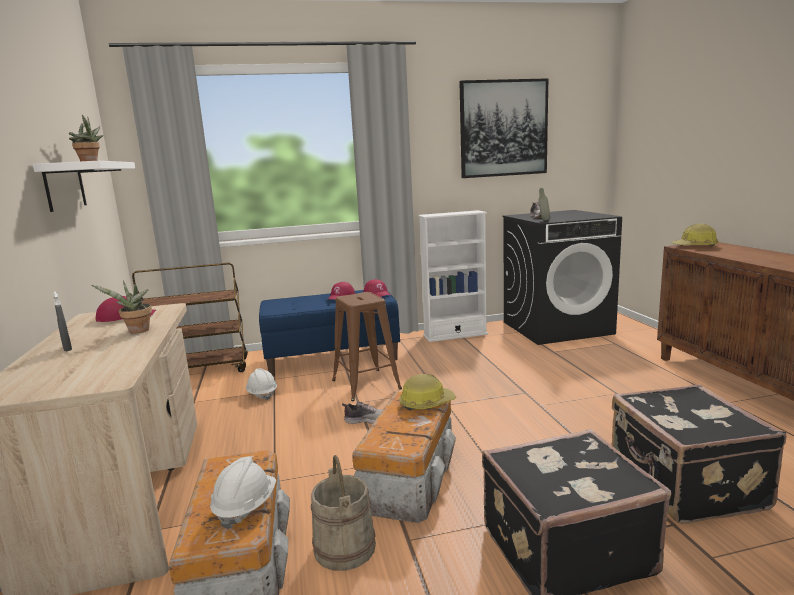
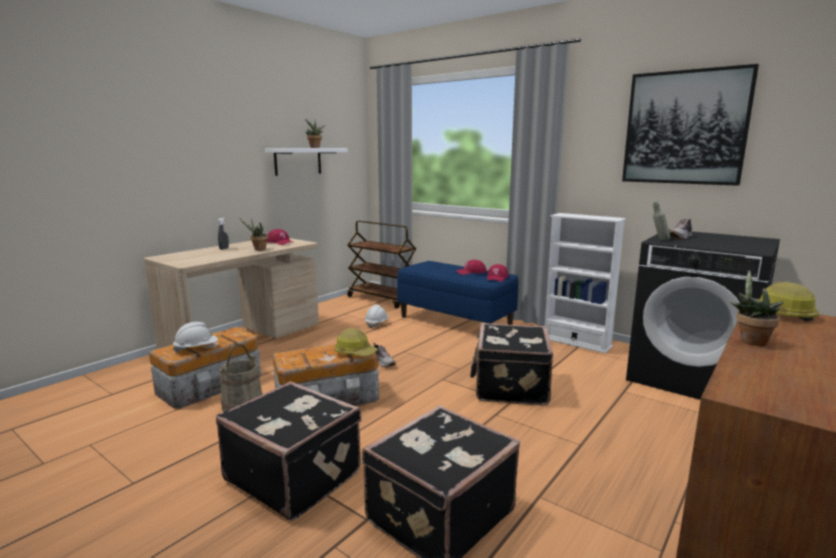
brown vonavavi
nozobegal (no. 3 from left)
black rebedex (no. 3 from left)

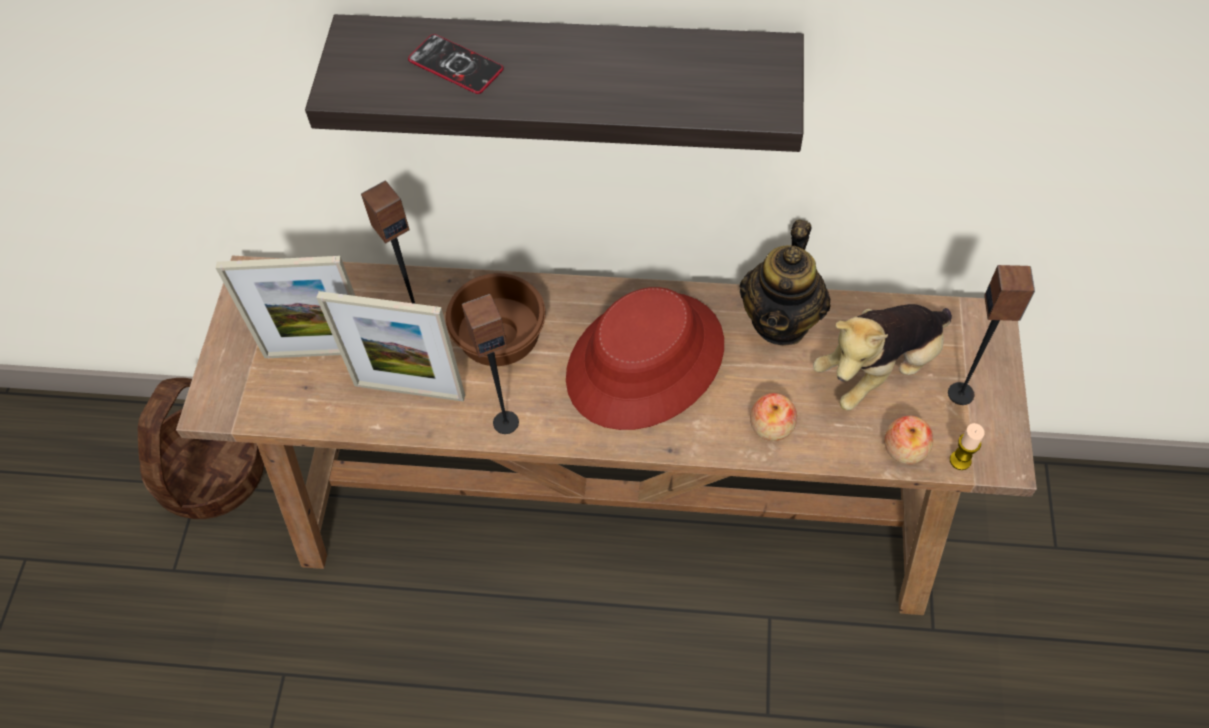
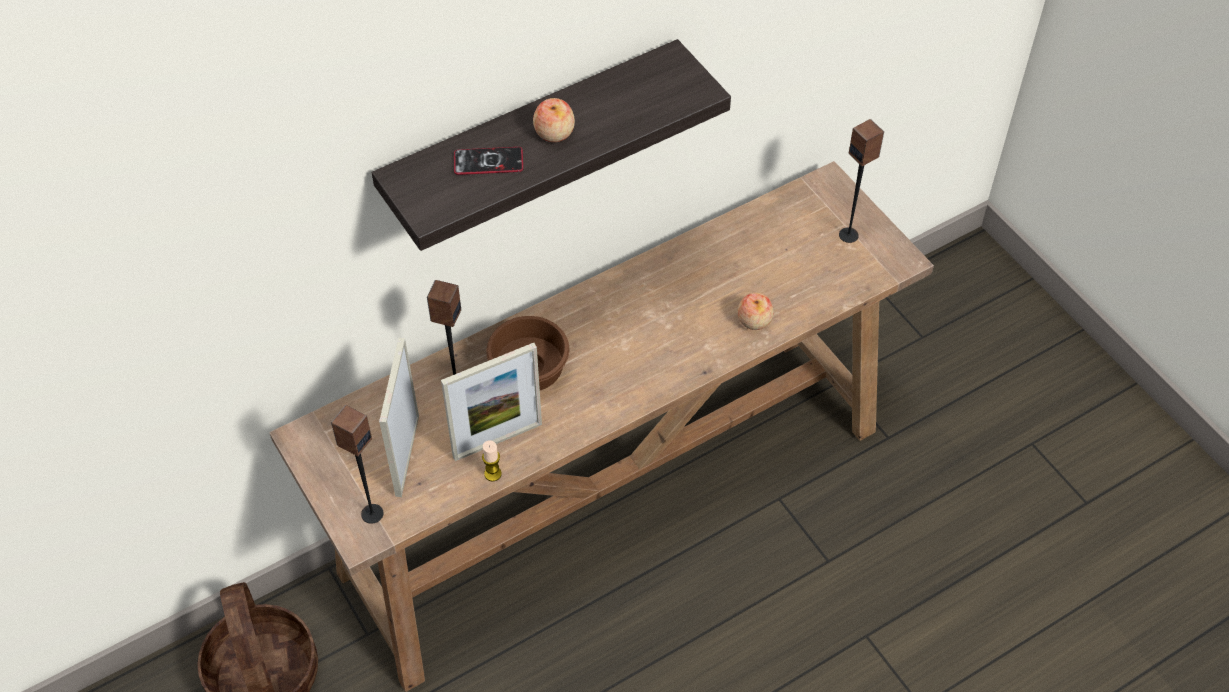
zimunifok
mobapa (no. 1 from left)
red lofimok
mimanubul (no. 1 from left)
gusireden
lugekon (no. 1 from left)
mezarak

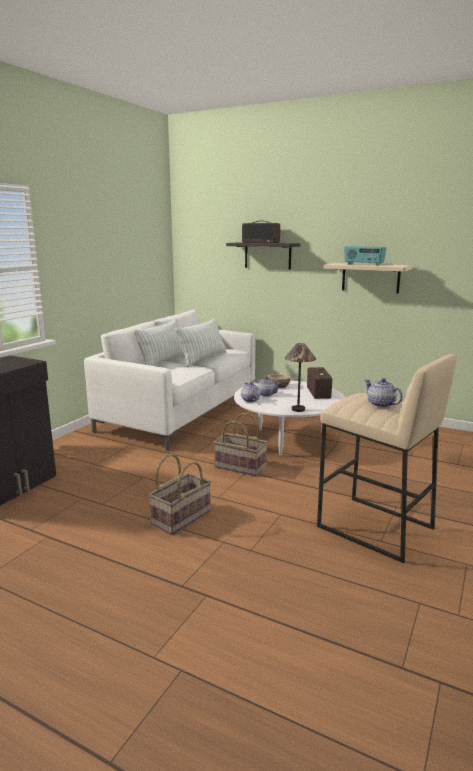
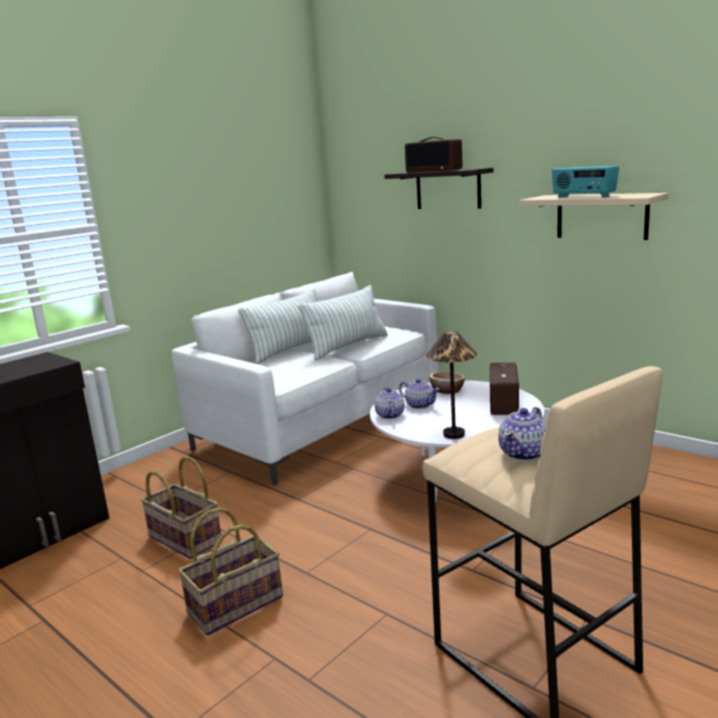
zimunifok (no. 3 from left)
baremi (no. 1 from left)

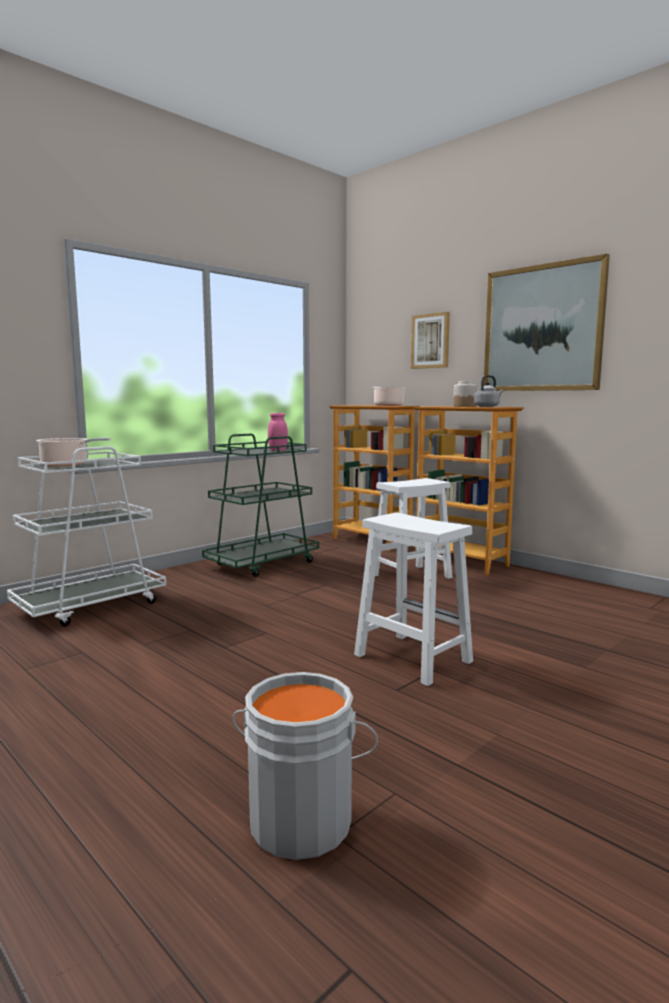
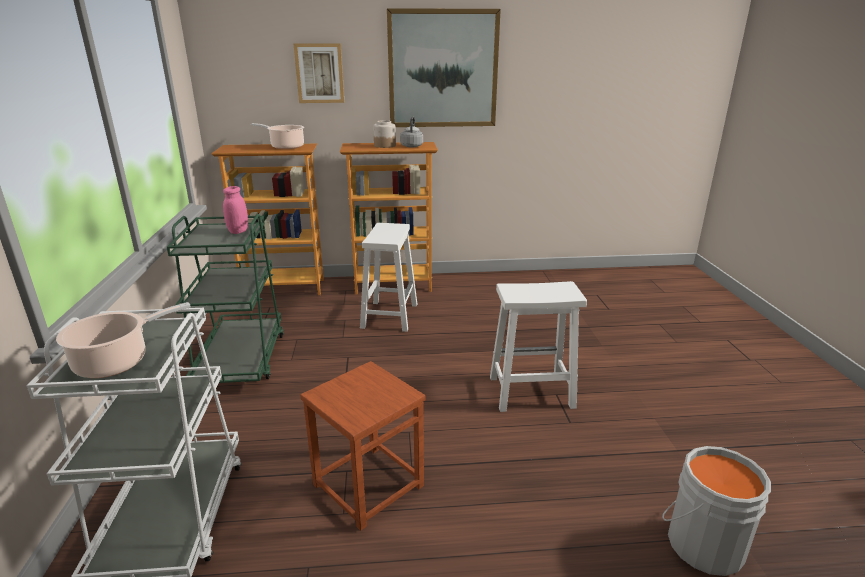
brown vonavavi

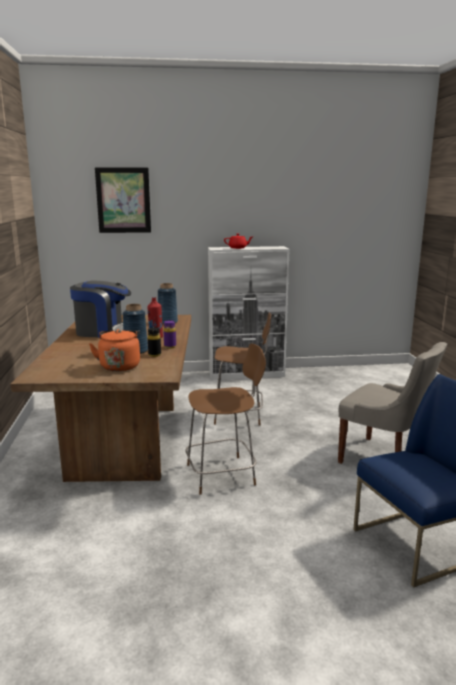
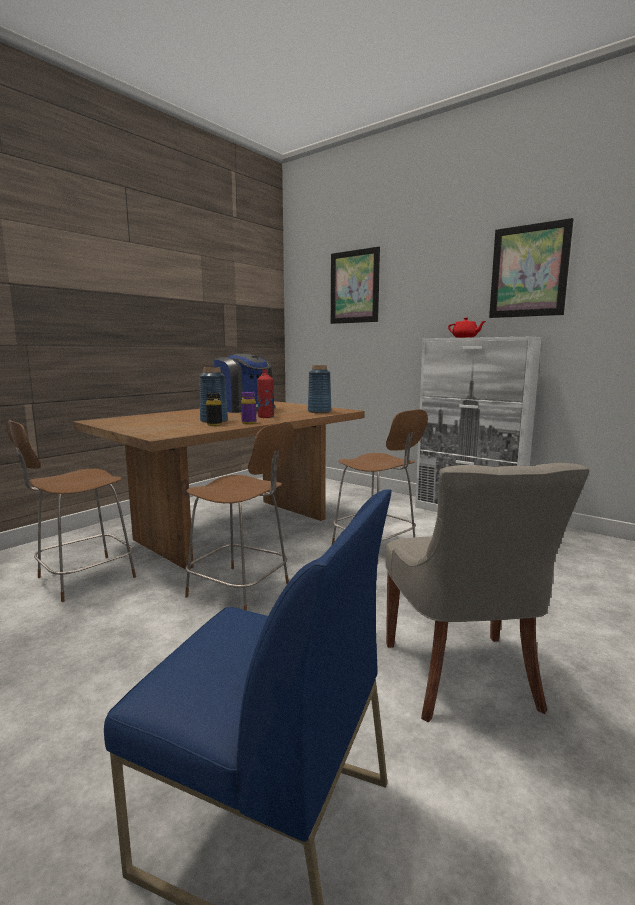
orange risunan
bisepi (no. 2 from left)
brown vonavavi (no. 1 from left)

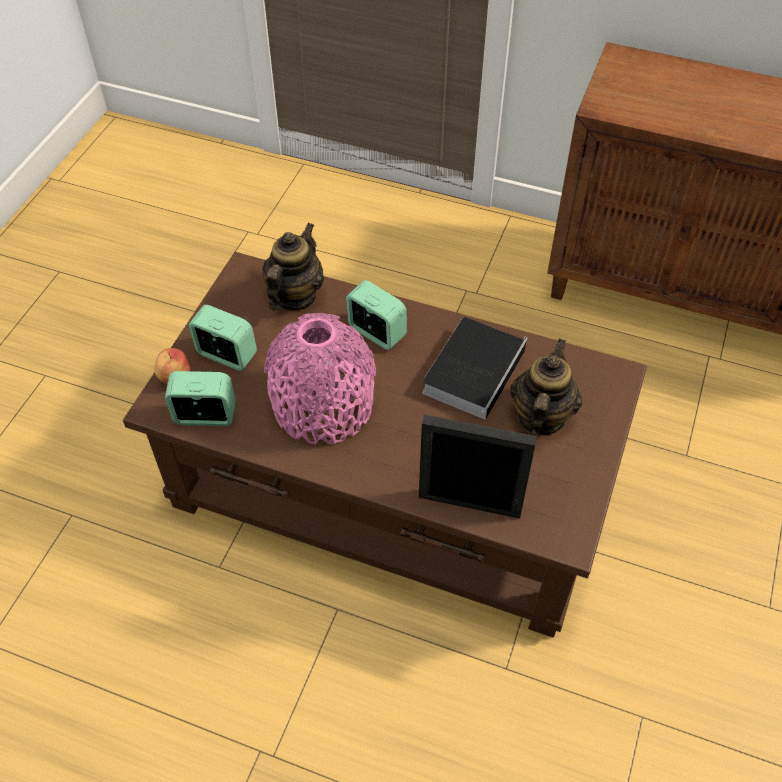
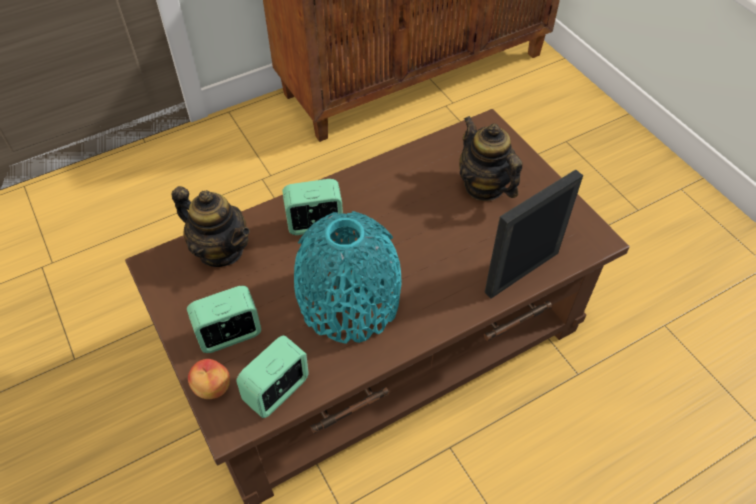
zimunifok (no. 1 from left)
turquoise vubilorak
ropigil

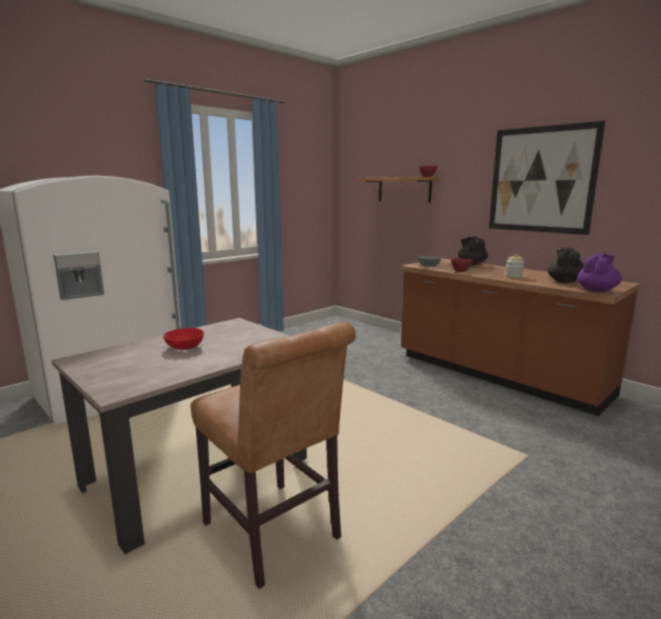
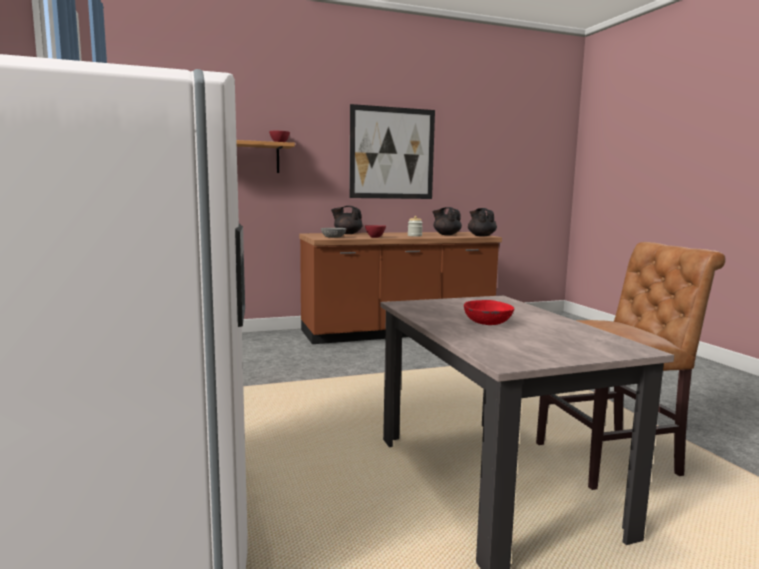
black zimunifok (no. 3 from left)

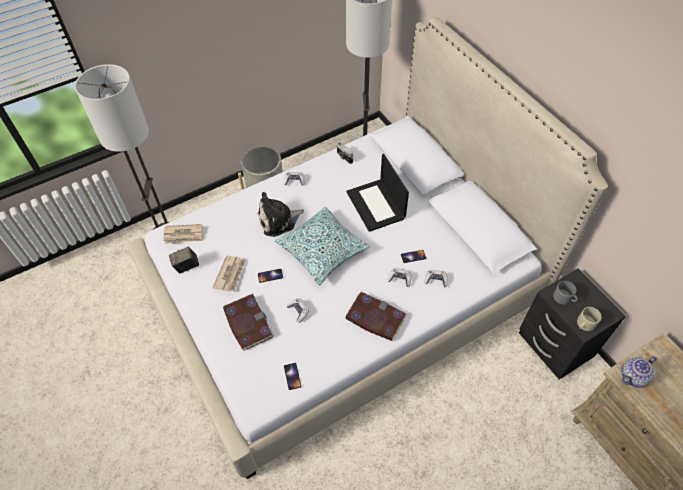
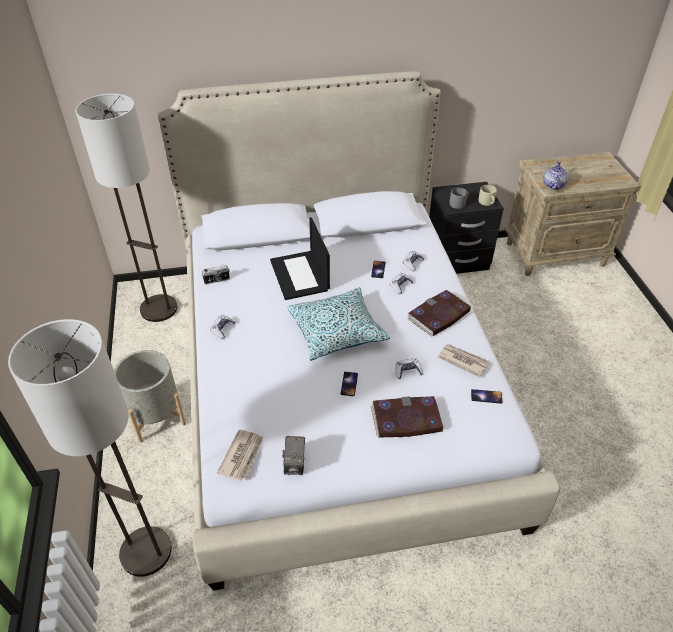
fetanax
gusireden
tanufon (no. 2 from left)
zimunifok

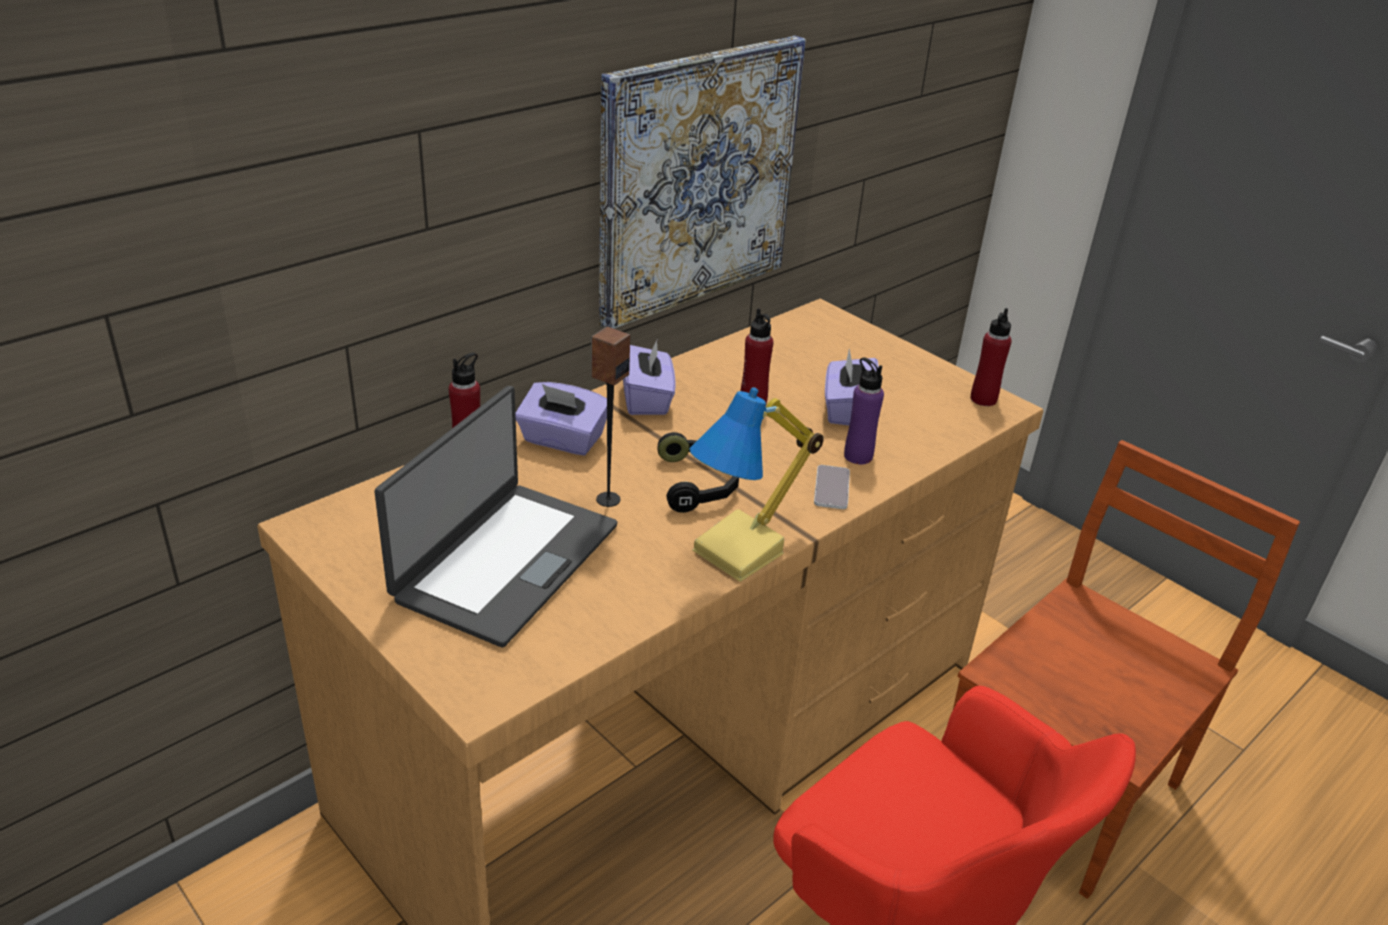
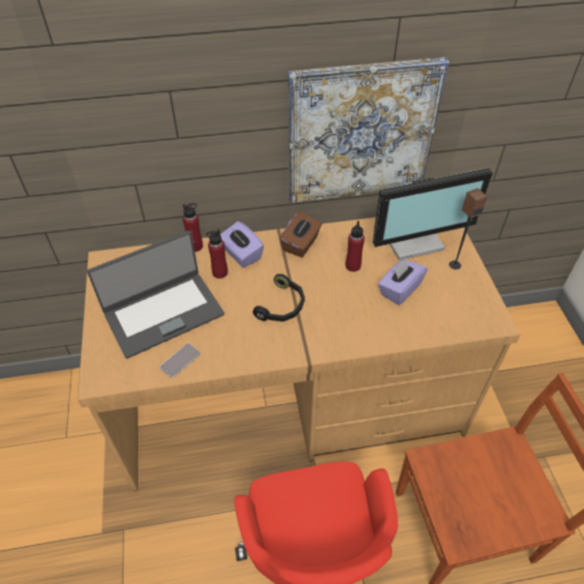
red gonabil (no. 2 from left)
mimanubul
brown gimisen
purple gonabil
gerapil
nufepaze
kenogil

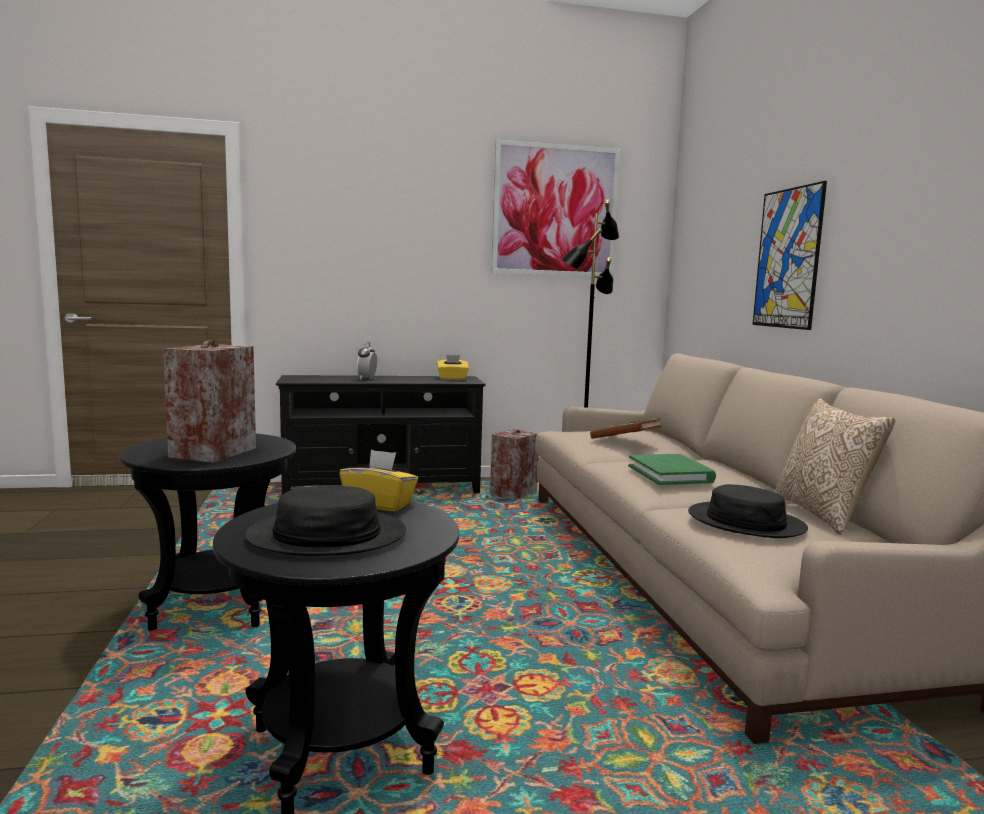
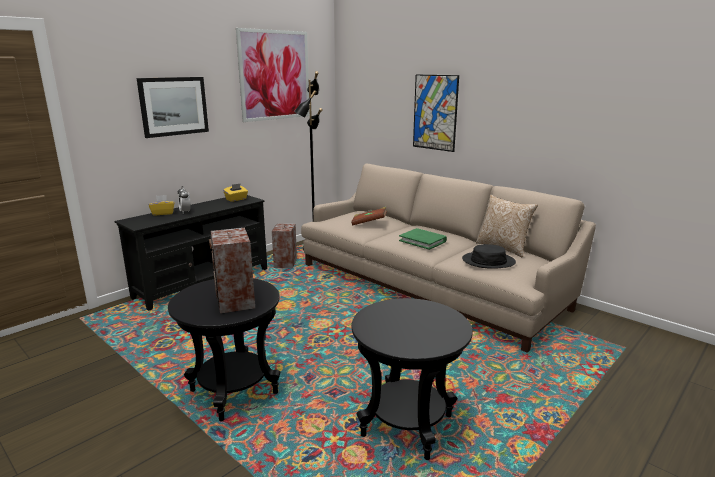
yellow gimisen (no. 1 from left)
black lofimok (no. 1 from left in the first image)
bisepi (no. 1 from left)

